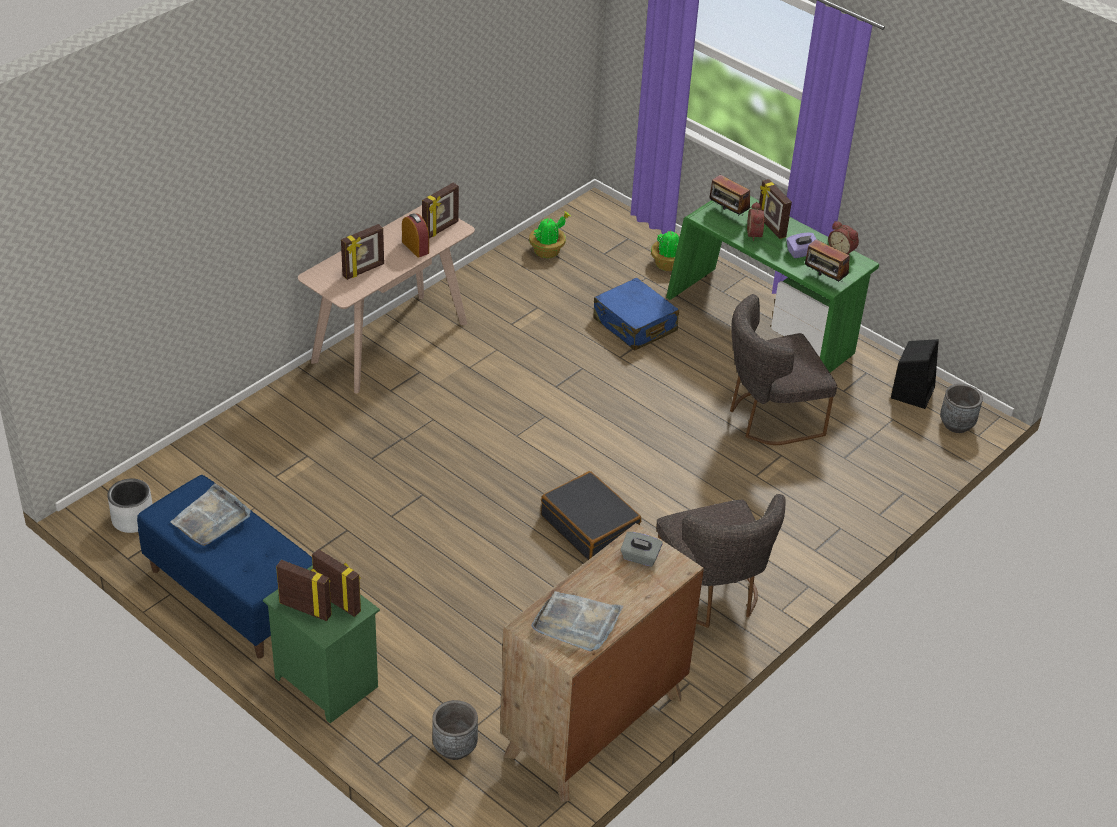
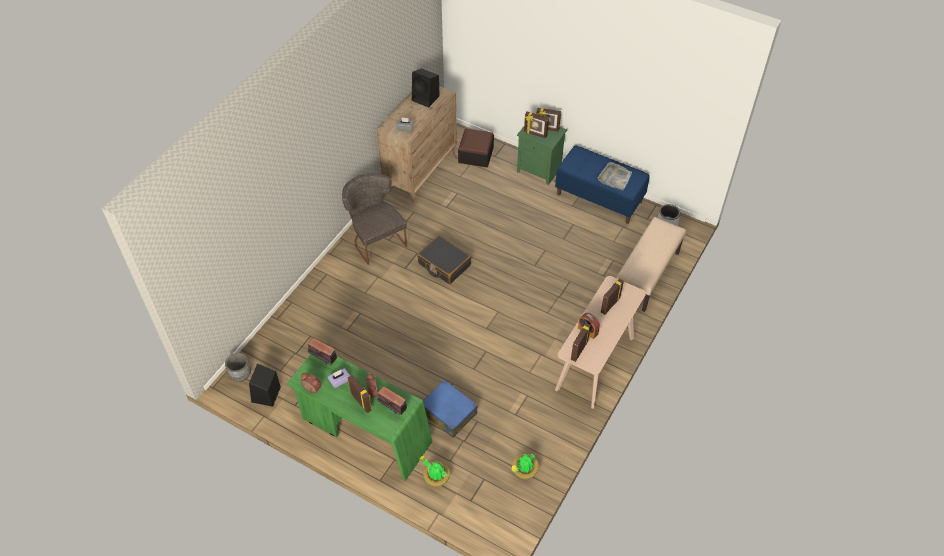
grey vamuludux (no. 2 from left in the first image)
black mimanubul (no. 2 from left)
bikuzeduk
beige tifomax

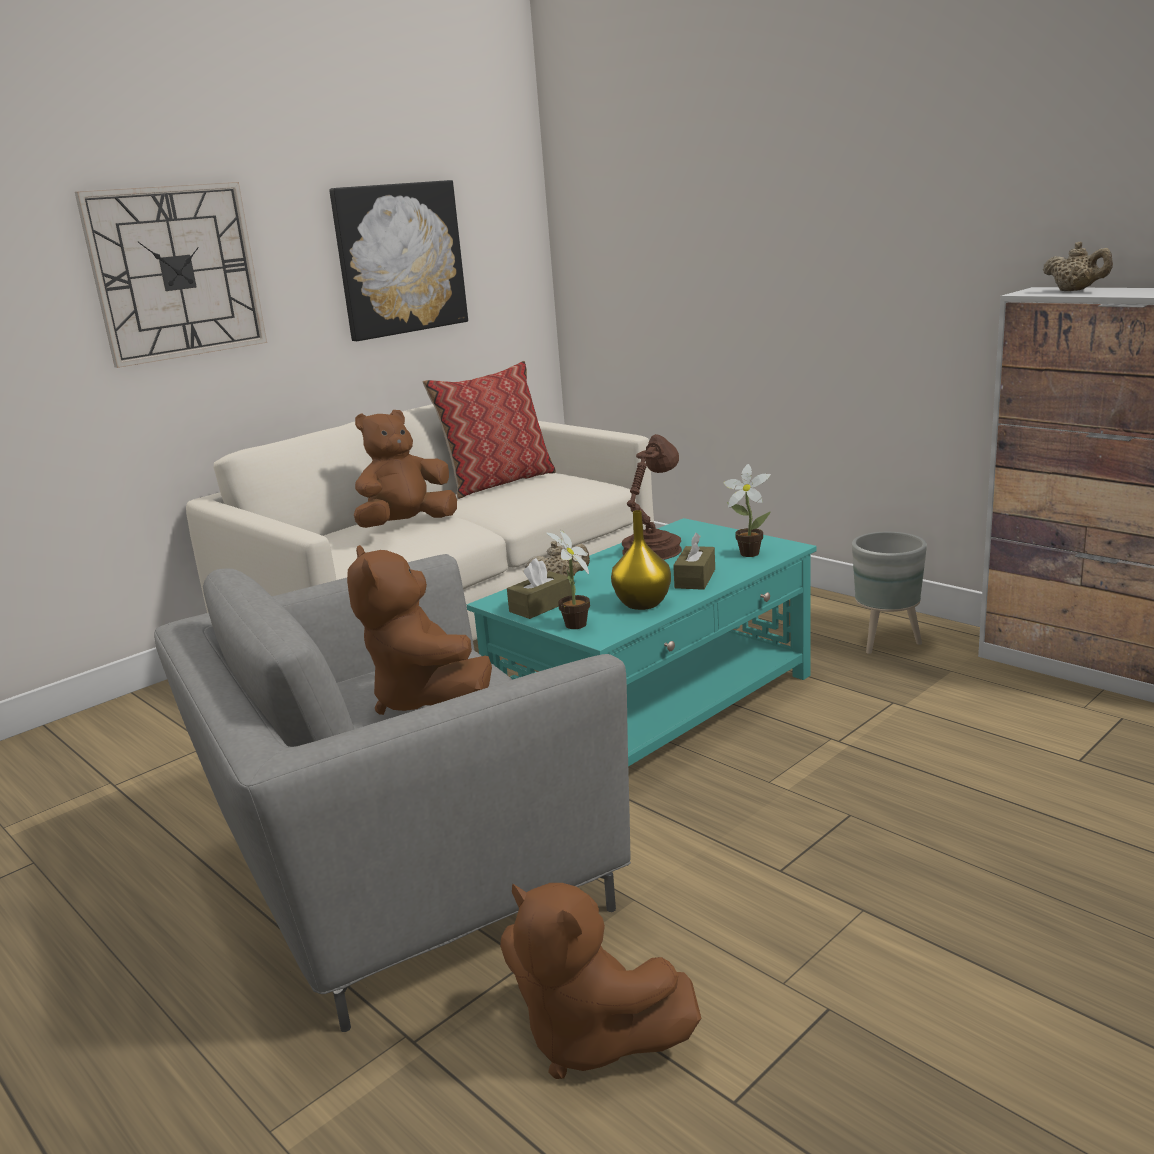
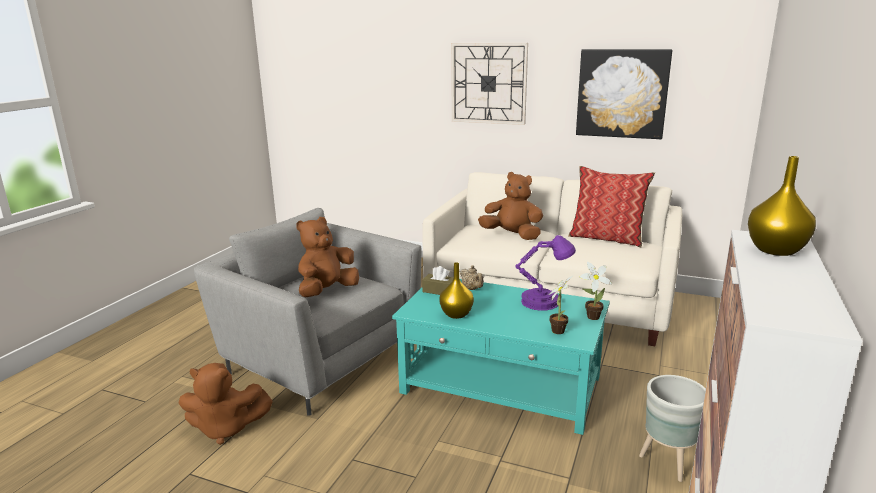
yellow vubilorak (no. 2 from left)
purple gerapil
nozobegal (no. 2 from left)
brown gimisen (no. 2 from left in the first image)
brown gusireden (no. 1 from left)

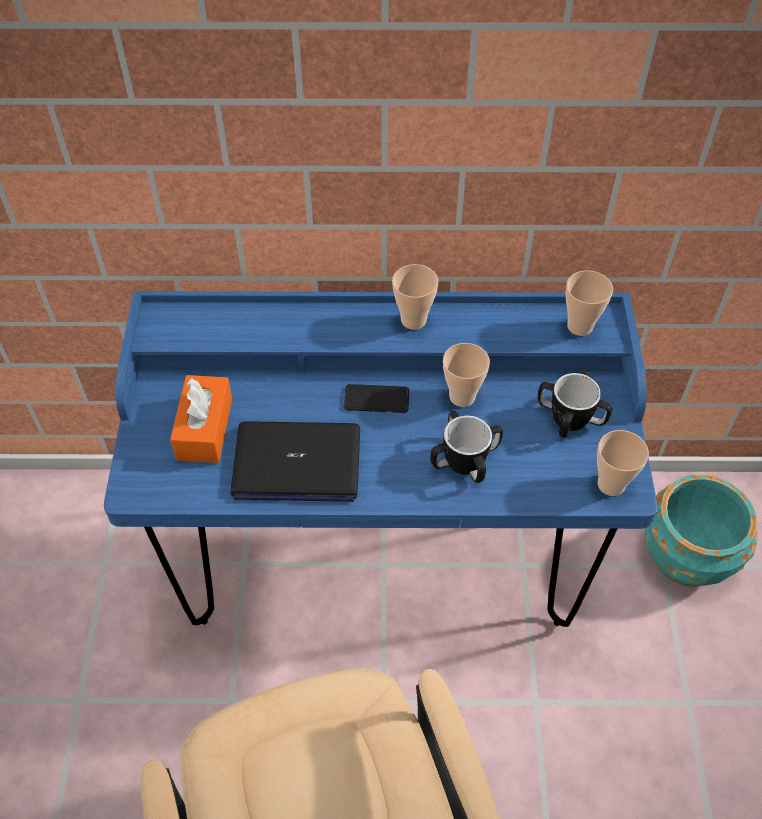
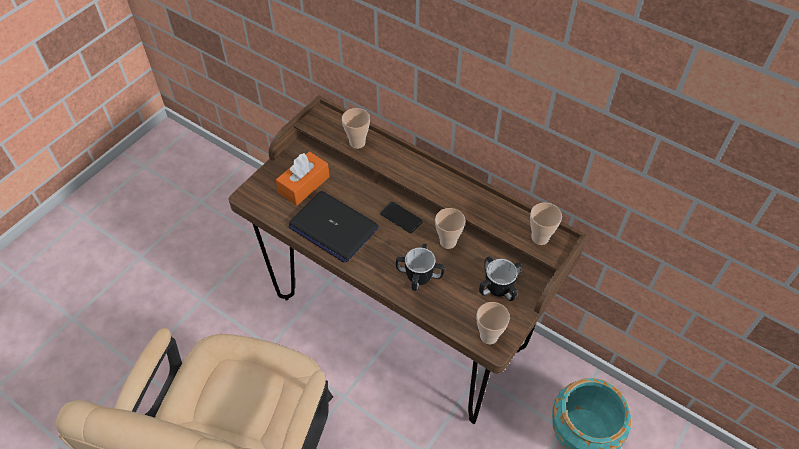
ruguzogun (no. 1 from left)
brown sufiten

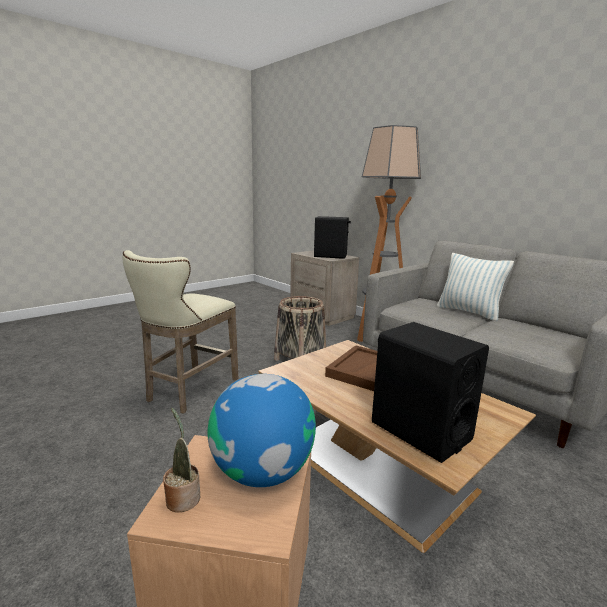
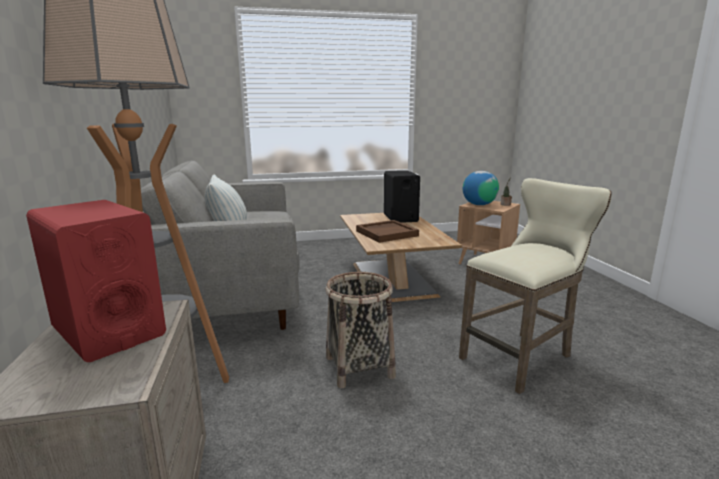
red mimanubul

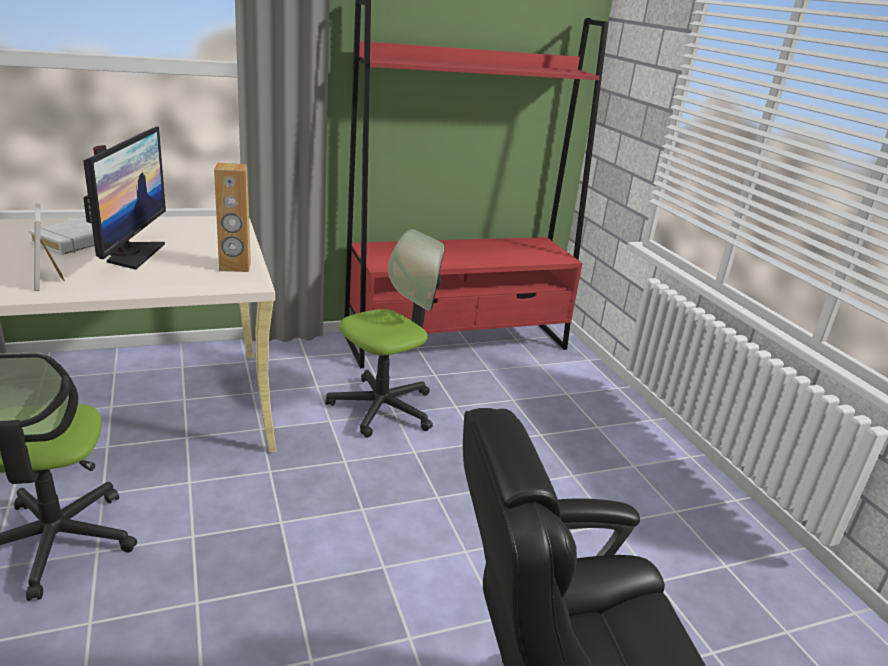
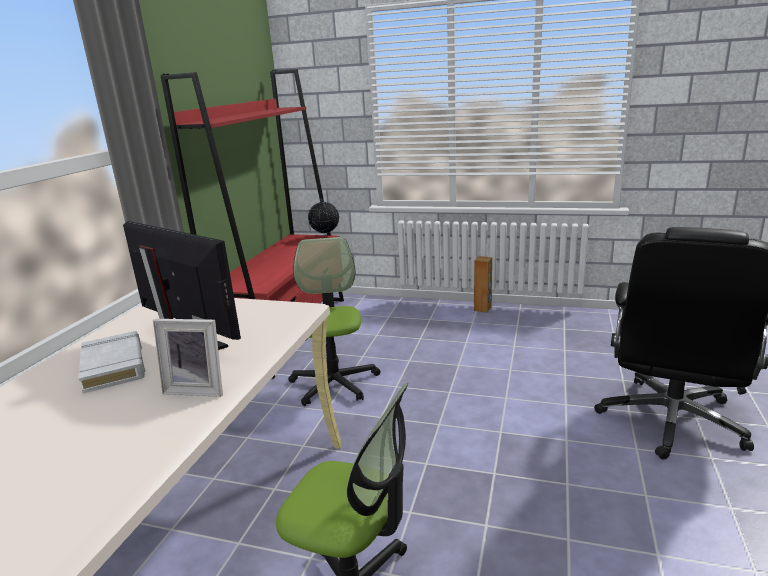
brown mimanubul
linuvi

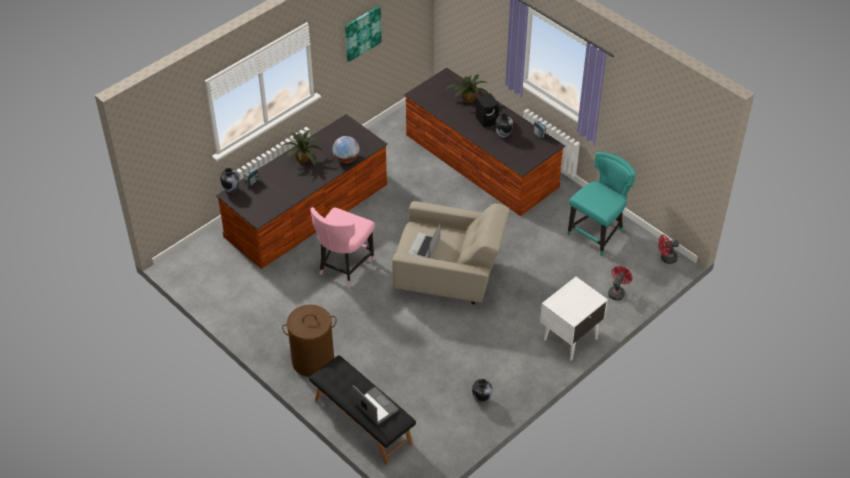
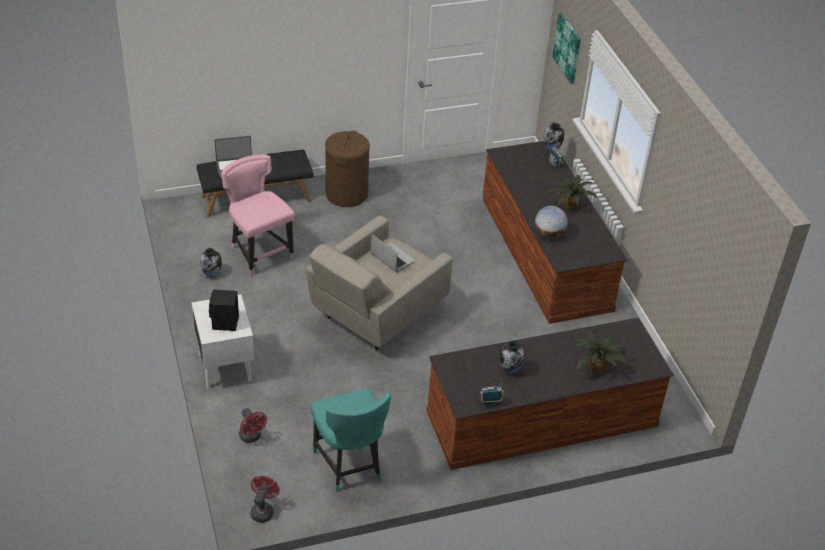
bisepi
black mimanubul
pink vamuludux

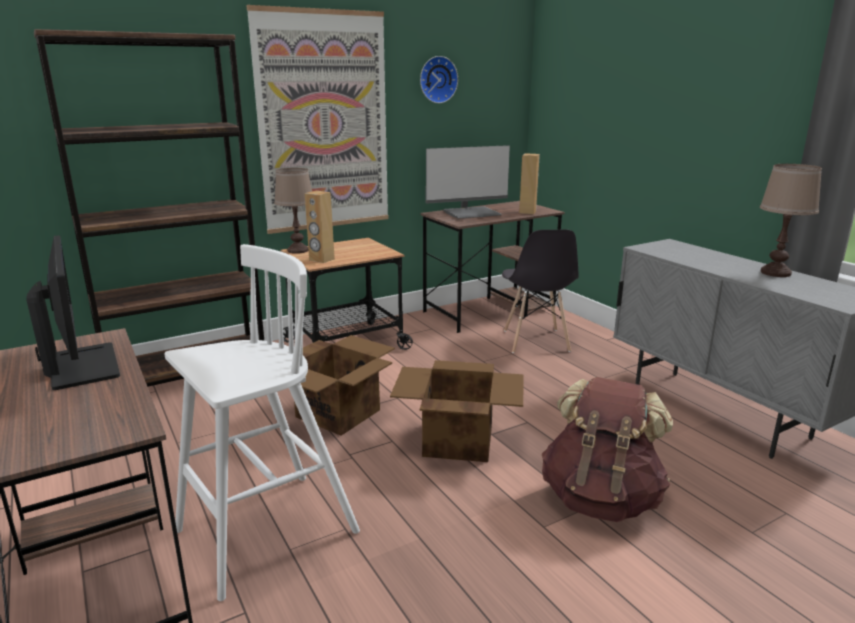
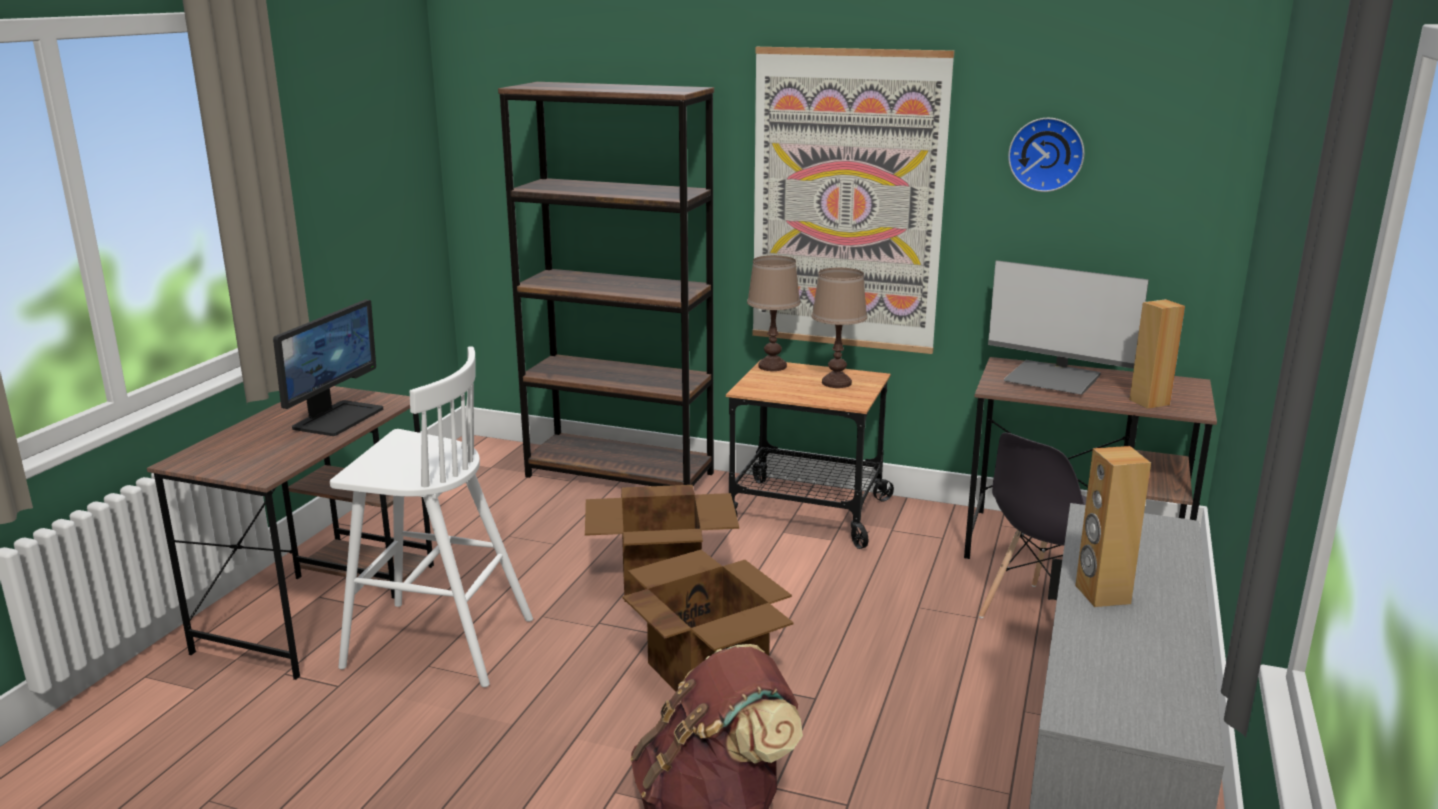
brown gerapil (no. 2 from left)
brown mimanubul (no. 1 from left)

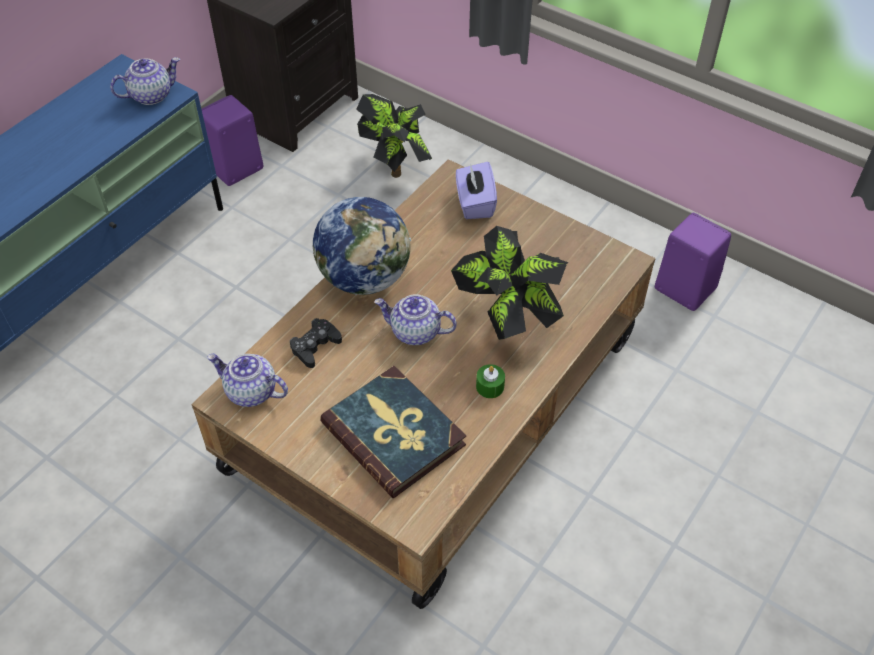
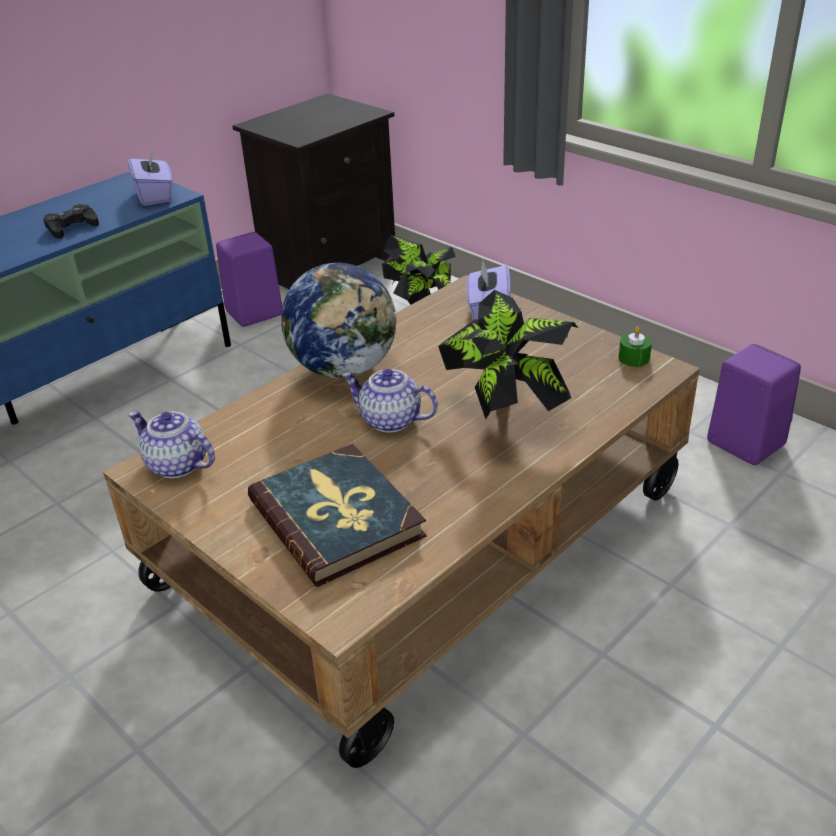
purple gimisen (no. 1 from left)
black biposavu
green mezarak

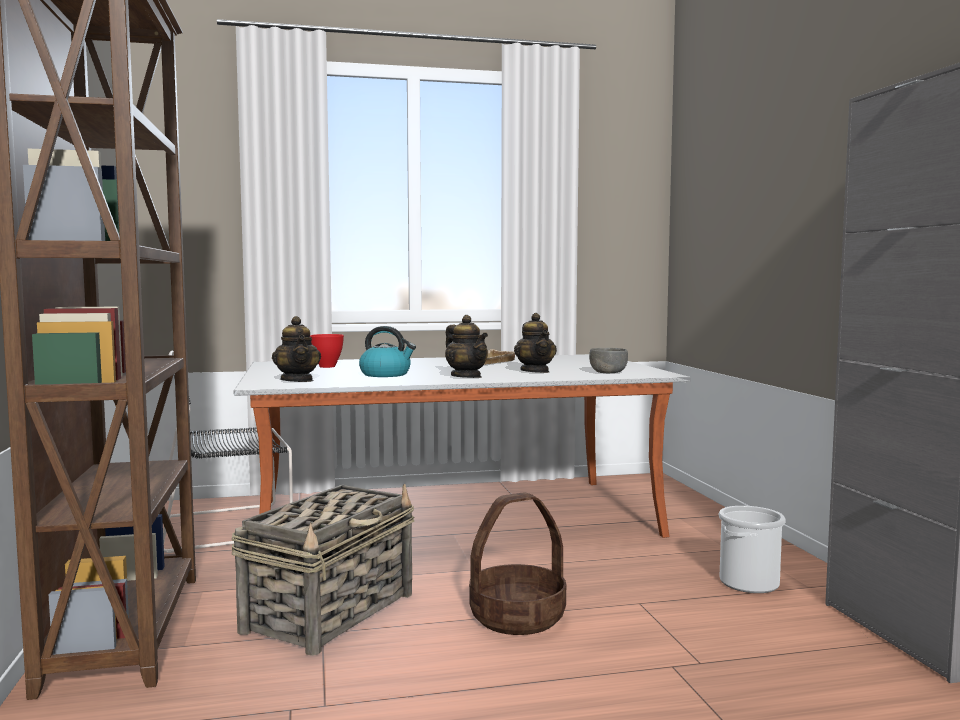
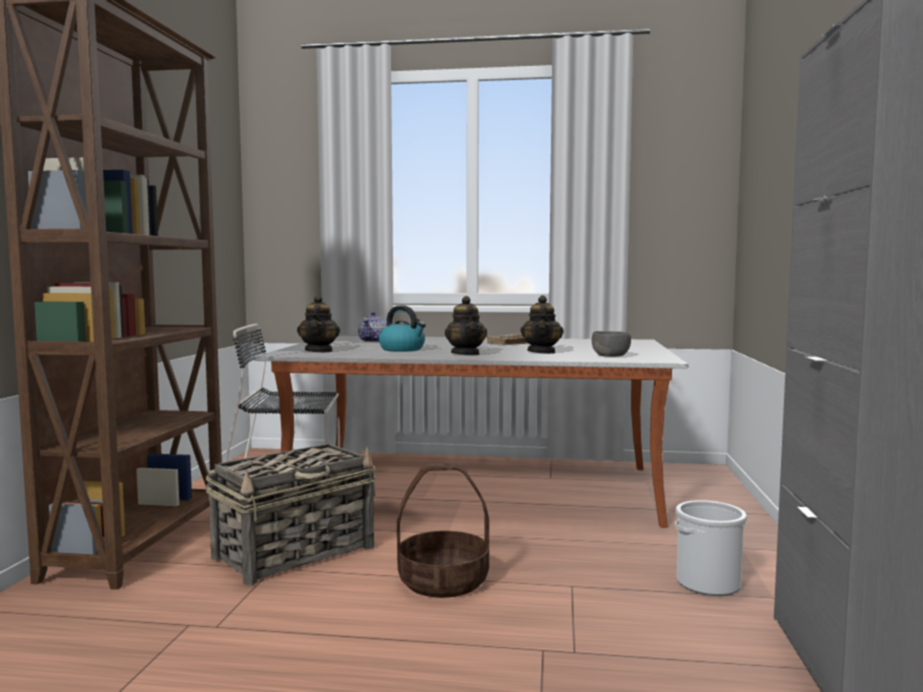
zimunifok (no. 2 from left)

